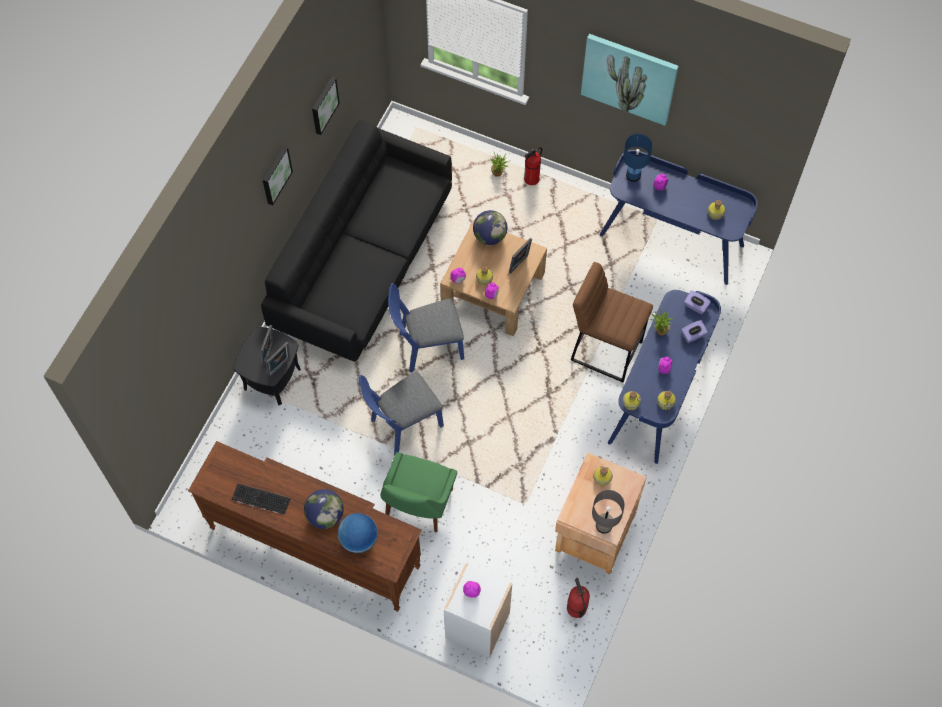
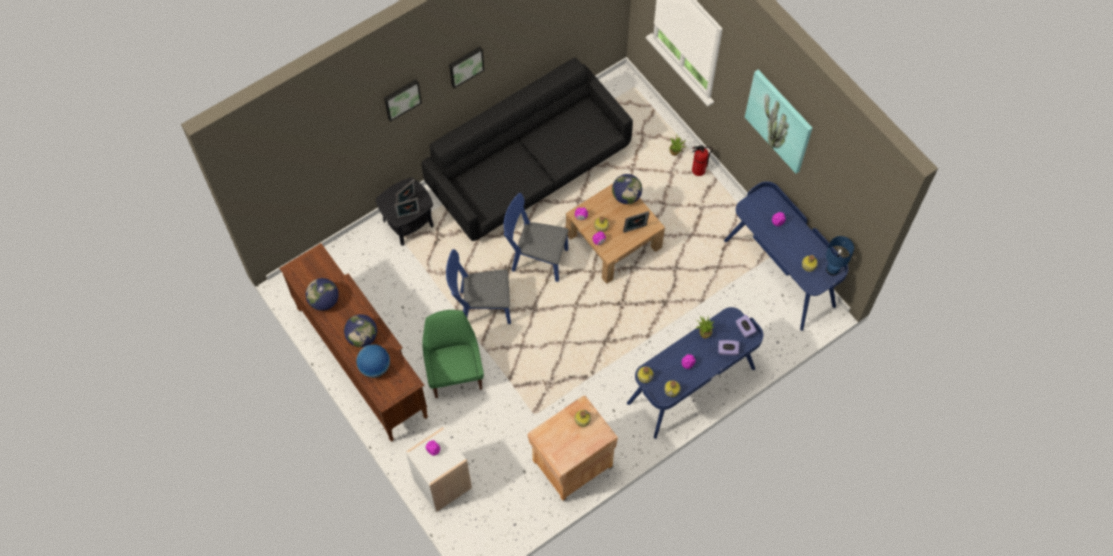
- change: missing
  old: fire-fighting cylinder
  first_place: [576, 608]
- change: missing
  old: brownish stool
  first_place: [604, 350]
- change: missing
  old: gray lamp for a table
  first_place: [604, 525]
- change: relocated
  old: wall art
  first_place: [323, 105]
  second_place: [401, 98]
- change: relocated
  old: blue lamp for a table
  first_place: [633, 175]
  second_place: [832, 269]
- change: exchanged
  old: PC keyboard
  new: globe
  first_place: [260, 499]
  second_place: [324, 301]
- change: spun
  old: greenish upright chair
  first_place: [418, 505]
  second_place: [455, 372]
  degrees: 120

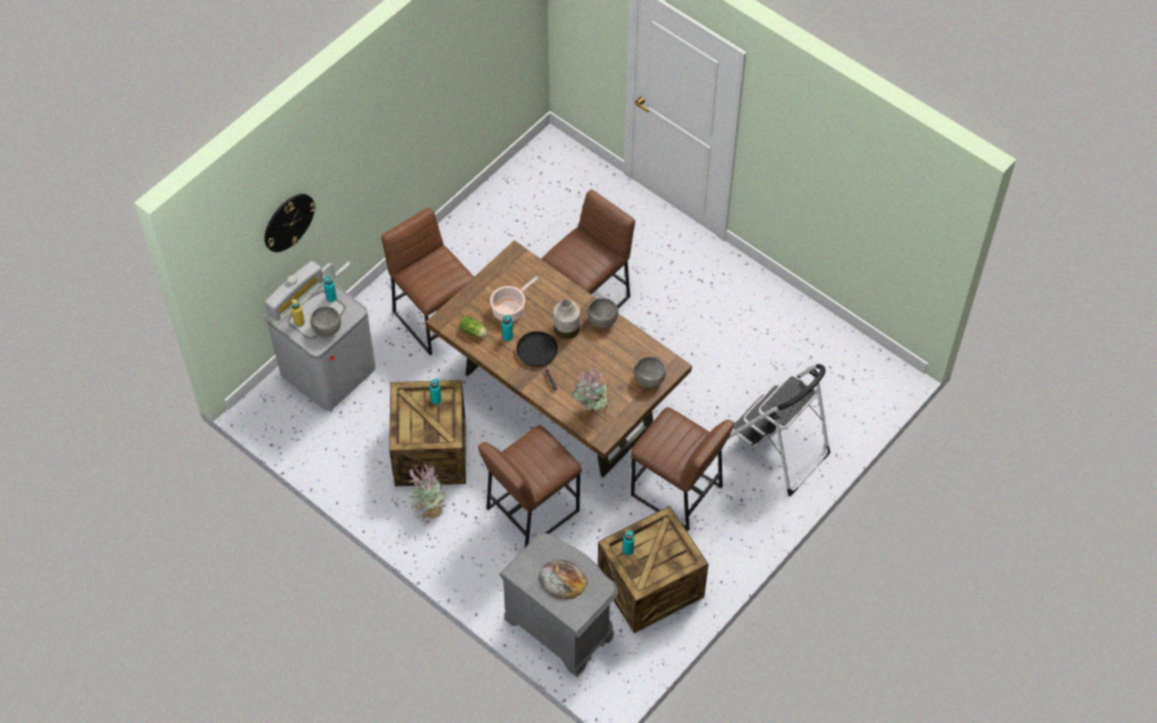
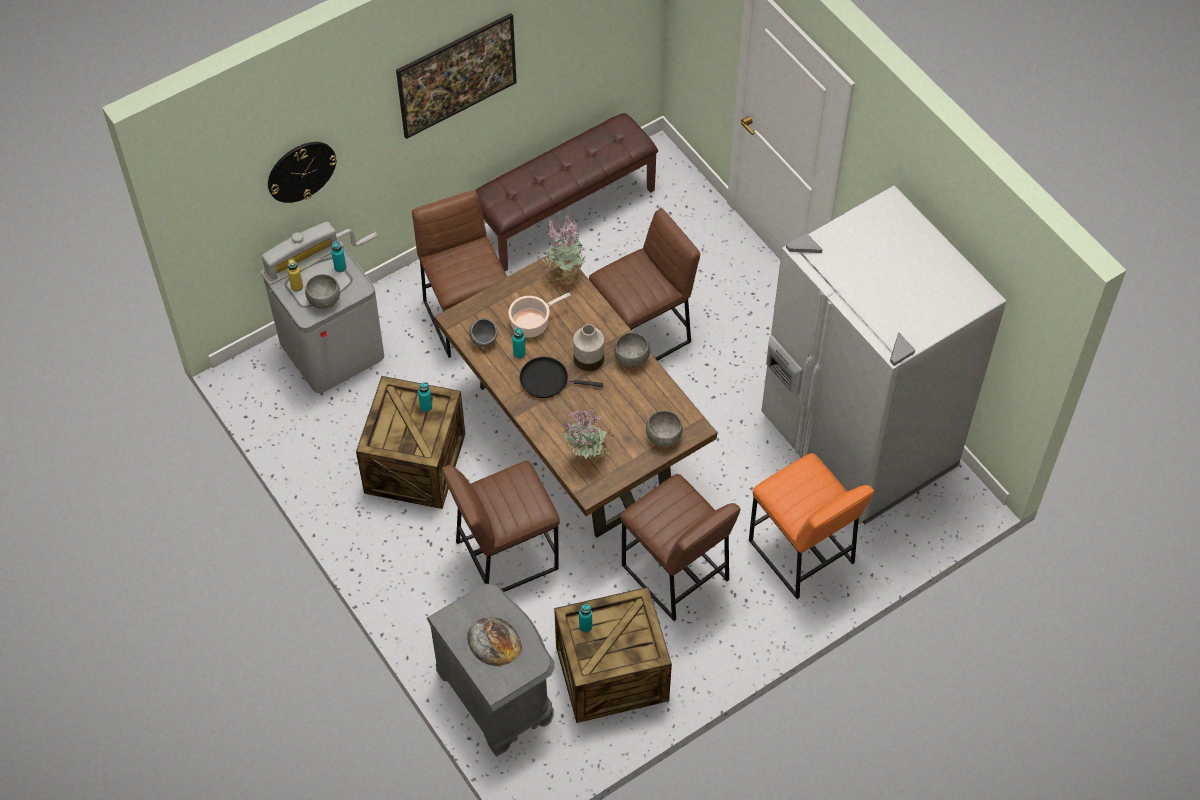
- change: appeared
  new: wall art
  second_place: [458, 92]
- change: appeared
  new: brownish long seat
  second_place: [564, 212]
- change: appeared
  new: whitish kitchen fridge
  second_place: [857, 442]
- change: relocated
  old: potted plant
  first_place: [429, 509]
  second_place: [564, 275]
- change: exchanged
  old: lettuce head
  new: gray serving bowl
  first_place: [474, 332]
  second_place: [484, 340]
- change: exchanged
  old: step stool
  new: orange-coloured upright chair
  first_place: [775, 450]
  second_place: [802, 553]
- change: spun
  old: black pan
  first_place: [538, 353]
  second_place: [547, 380]
  degrees: -75

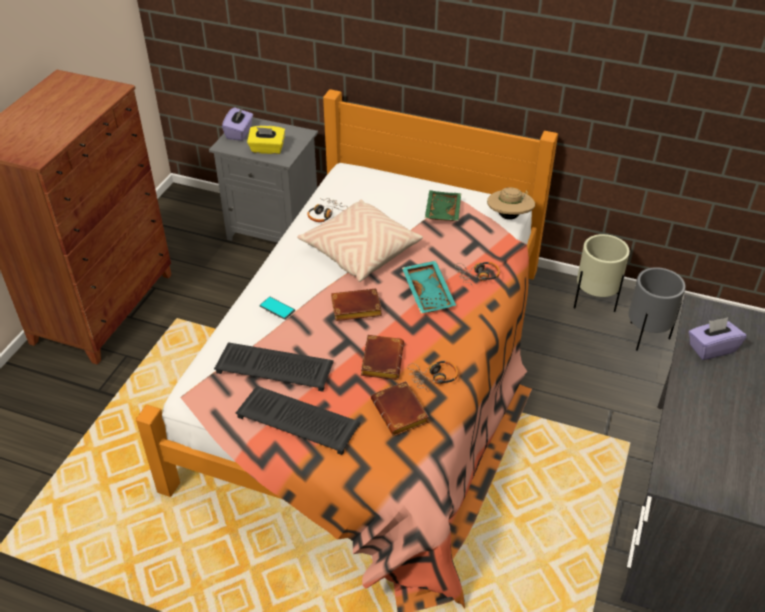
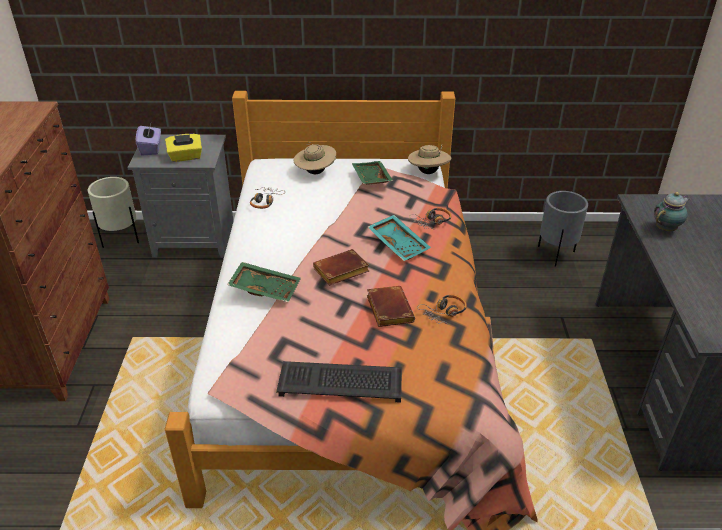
- change: missing
  old: PC keyboard
  first_place: [276, 367]
- change: missing
  old: beige pillow
  first_place: [360, 251]
- change: missing
  old: brownish bound book
  first_place: [402, 413]
- change: appeared
  new: beige hat
  second_place: [315, 172]
- change: relocated
  old: beige flower pot
  first_place: [594, 302]
  second_place: [121, 239]
- change: exchanged
  old: phone
  new: greenish serving tray
  first_place: [277, 308]
  second_place: [265, 288]
- change: exchanged
  old: purple tissue box
  new: tea pot
  first_place: [711, 348]
  second_place: [666, 228]

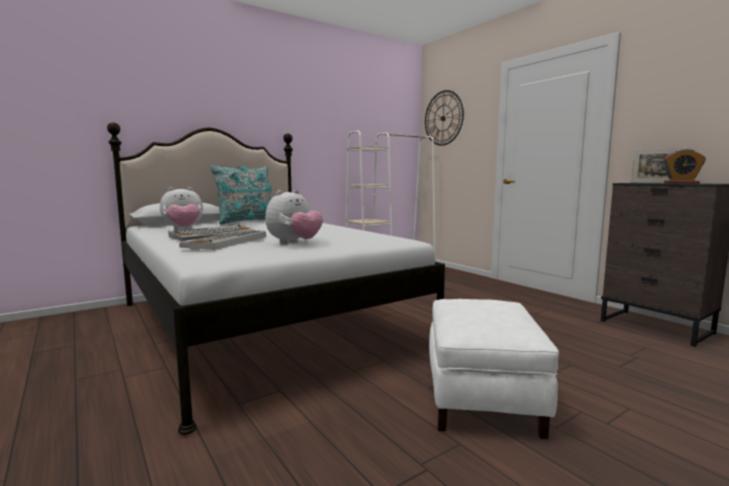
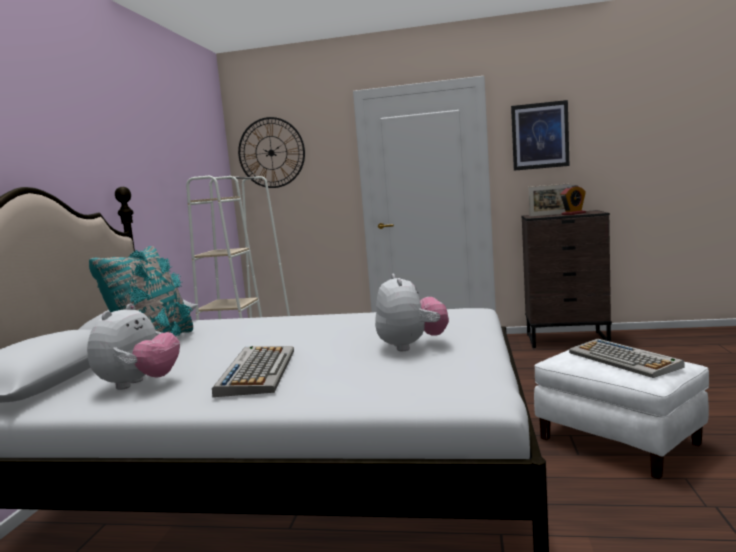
- change: appeared
  new: wall art
  second_place: [540, 136]
- change: relocated
  old: PC keyboard
  first_place: [226, 241]
  second_place: [624, 360]

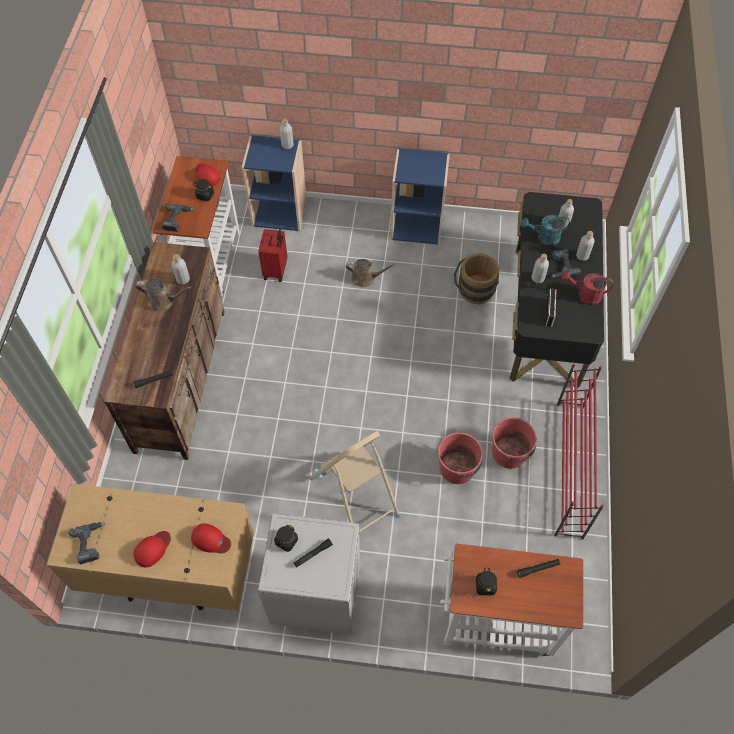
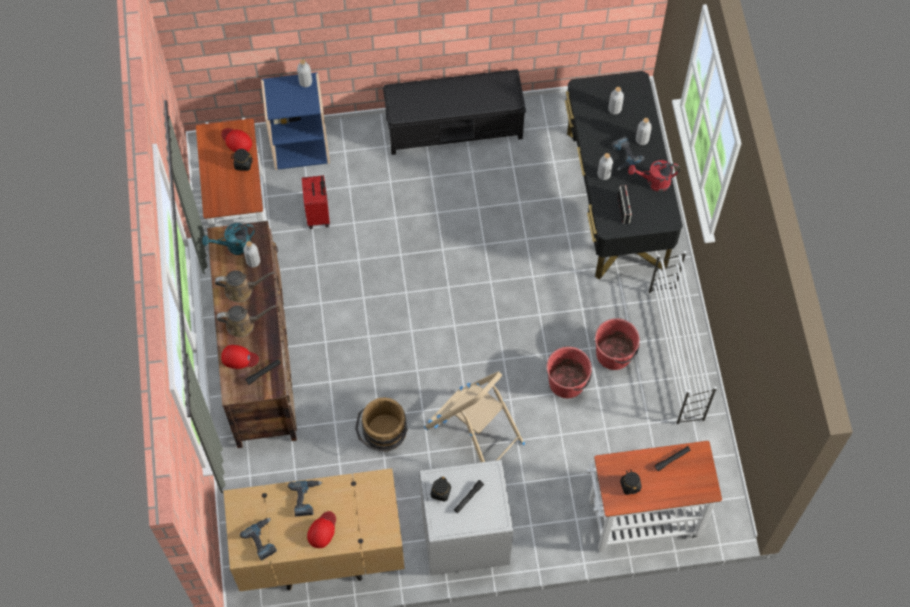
- change: relocated
  old: electric drill
  first_place: [177, 219]
  second_place: [306, 498]
- change: relocated
  old: reddish peaked cap
  first_place: [210, 540]
  second_place: [239, 358]
- change: relocated
  old: brownish watering pot
  first_place: [365, 278]
  second_place: [243, 324]
- change: relocated
  old: brownish pail
  first_place: [474, 292]
  second_place: [383, 436]
- change: relocated
  old: blue-green watering pot
  first_place: [544, 238]
  second_place: [234, 246]
- change: exchanged
  old: blue shelving unit
  new: black long seat
  first_place: [417, 225]
  second_place: [455, 127]
- change: colour
  old: reddish shoe stand
  new: whitish shoe stand
  first_place: [569, 469]
  second_place: [675, 356]

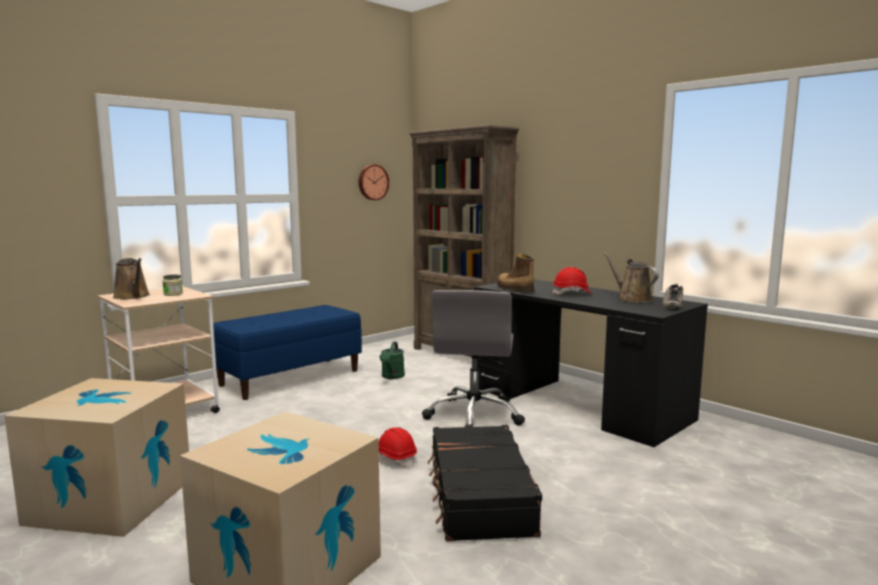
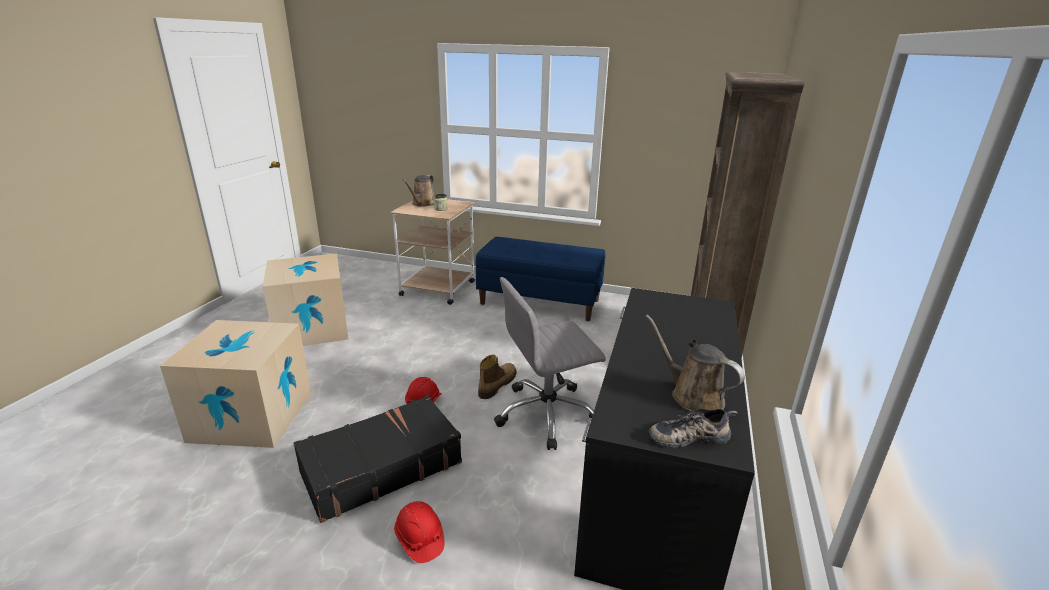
- change: missing
  old: wall clock
  first_place: [372, 182]
- change: missing
  old: greenish watering pot
  first_place: [392, 377]
- change: relocated
  old: boot
  first_place: [514, 289]
  second_place: [496, 385]
- change: relocated
  old: reddish hard hat
  first_place: [572, 293]
  second_place: [419, 539]
- change: spun
  old: brownish watering pot
  first_place: [632, 299]
  second_place: [692, 396]
  degrees: -75

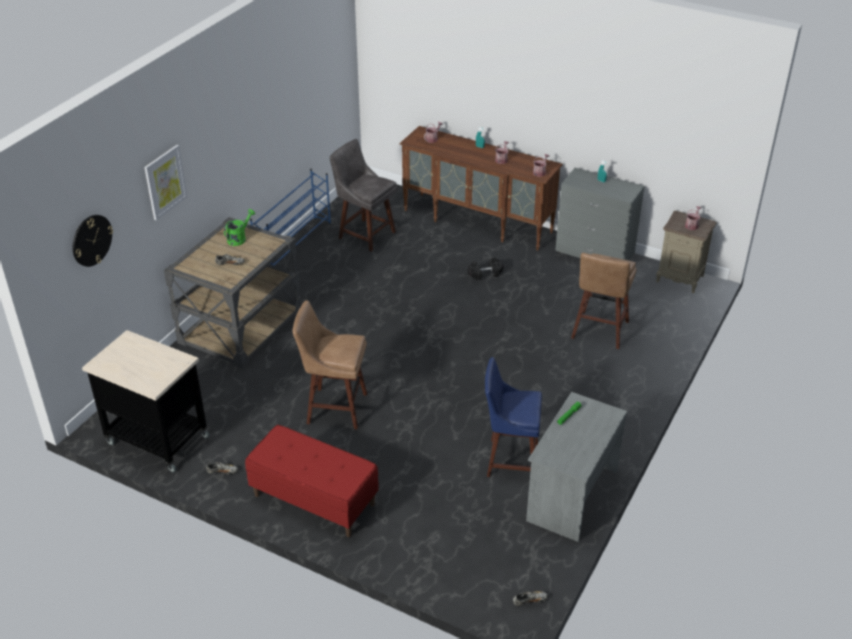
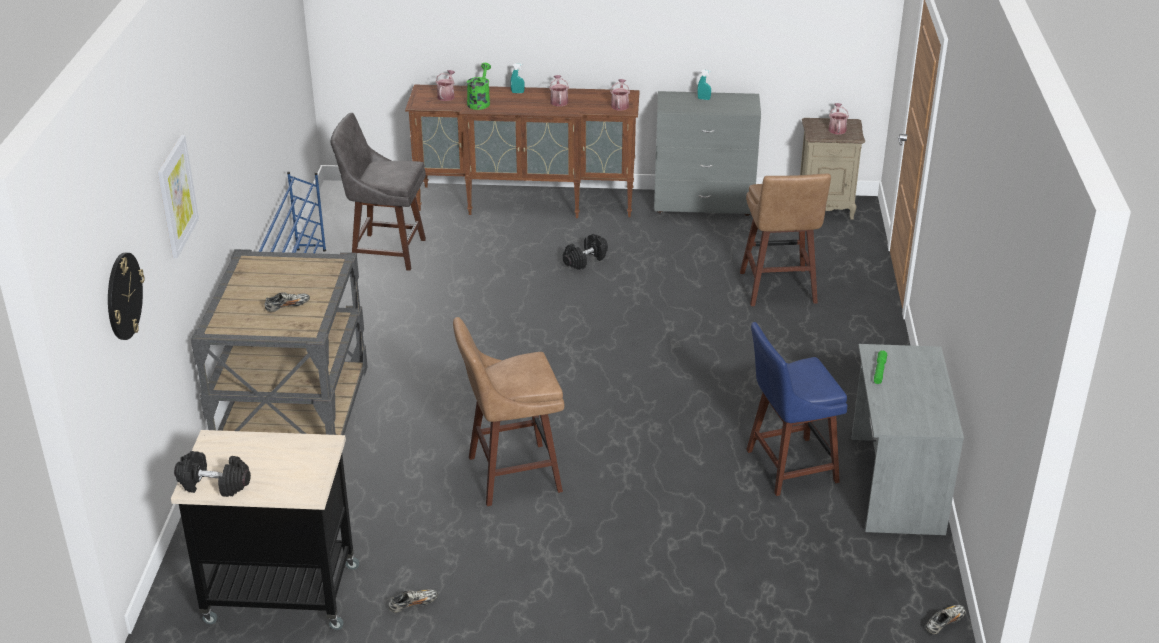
- change: missing
  old: reddish long seat
  first_place: [314, 500]
- change: appeared
  new: black dumbbell
  second_place: [214, 485]
- change: relocated
  old: greenish watering pot
  first_place: [239, 238]
  second_place: [479, 102]

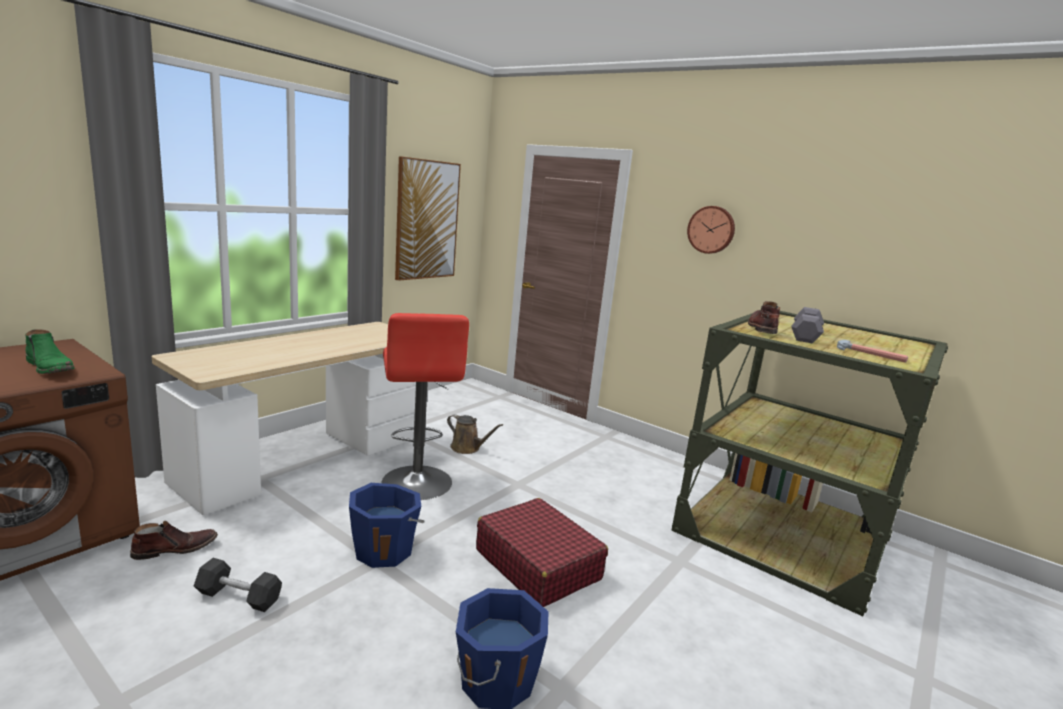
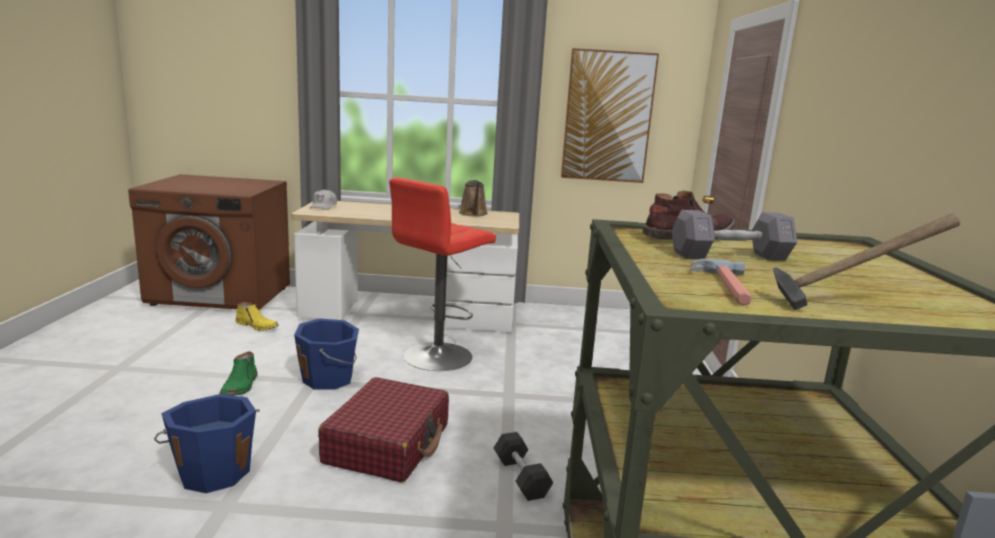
- change: missing
  old: wall clock
  first_place: [711, 229]
- change: appeared
  new: whitish peaked cap
  second_place: [323, 206]
- change: appeared
  new: tool hammer
  second_place: [844, 307]
- change: relocated
  old: greenish boot
  first_place: [51, 367]
  second_place: [240, 386]
- change: relocated
  old: black dumbbell
  first_place: [239, 597]
  second_place: [521, 477]
- change: relocated
  old: brownish watering pot
  first_place: [467, 448]
  second_place: [473, 214]
- change: colour
  old: brownish boot
  new: yellowish boot
  first_place: [175, 548]
  second_place: [257, 326]

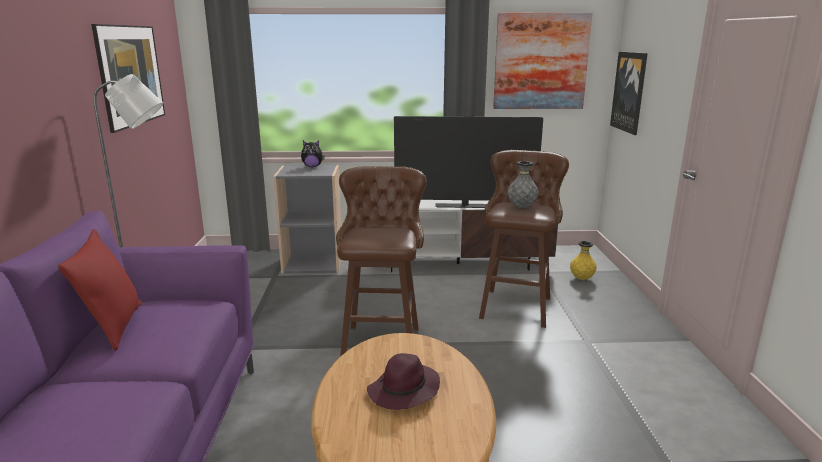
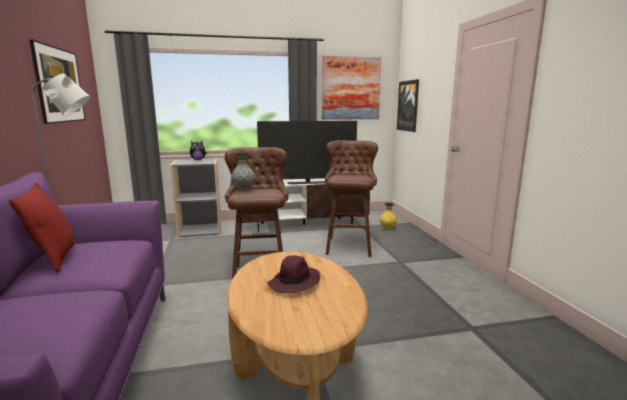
- change: relocated
  old: gray flower vase
  first_place: [521, 207]
  second_place: [243, 190]

